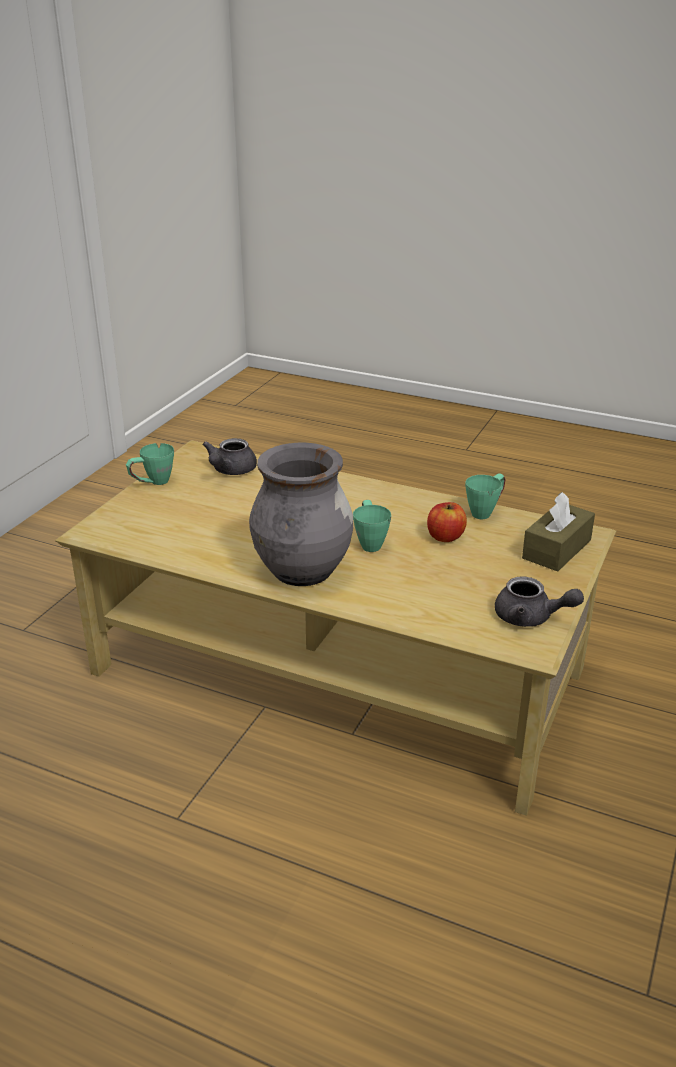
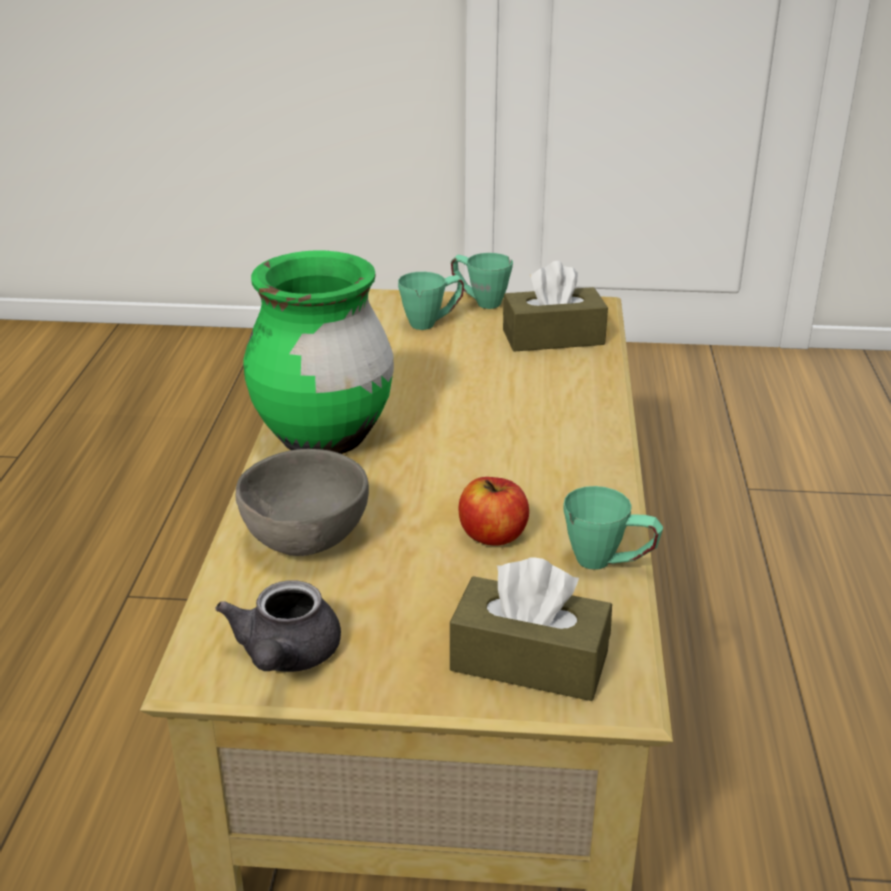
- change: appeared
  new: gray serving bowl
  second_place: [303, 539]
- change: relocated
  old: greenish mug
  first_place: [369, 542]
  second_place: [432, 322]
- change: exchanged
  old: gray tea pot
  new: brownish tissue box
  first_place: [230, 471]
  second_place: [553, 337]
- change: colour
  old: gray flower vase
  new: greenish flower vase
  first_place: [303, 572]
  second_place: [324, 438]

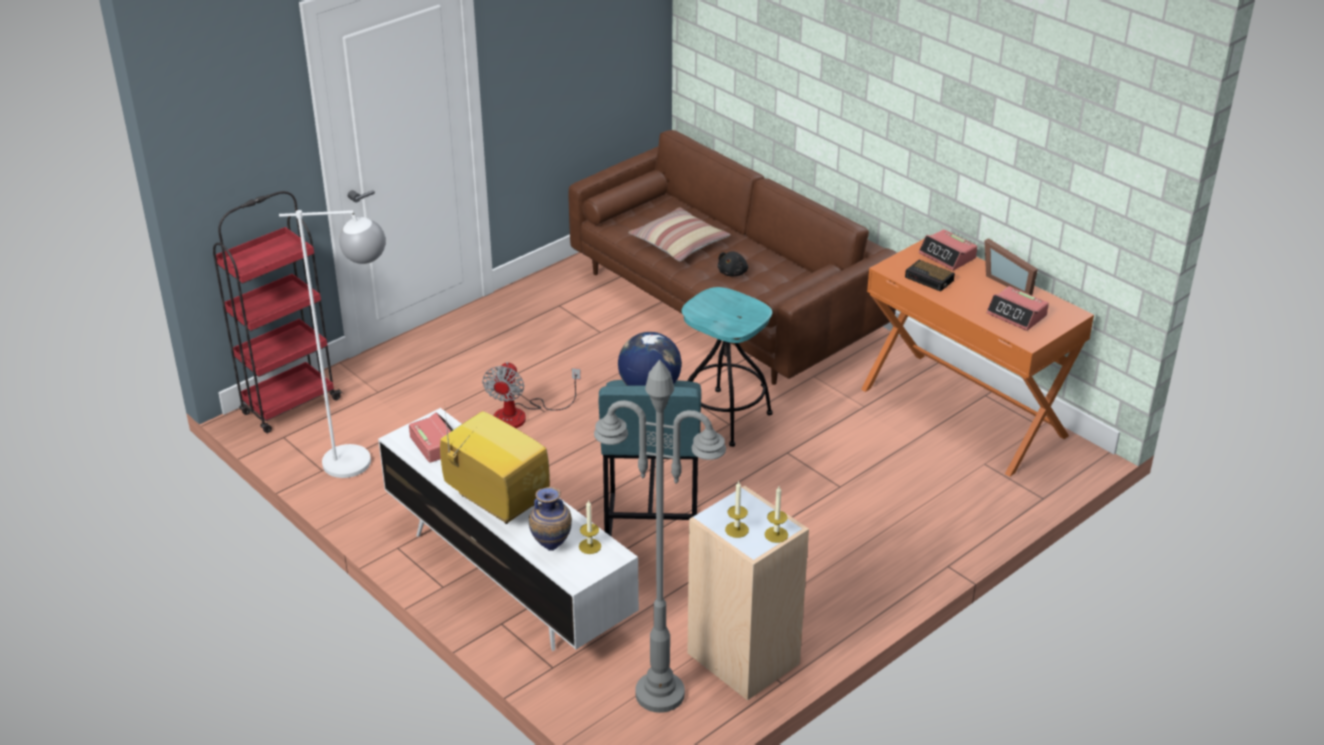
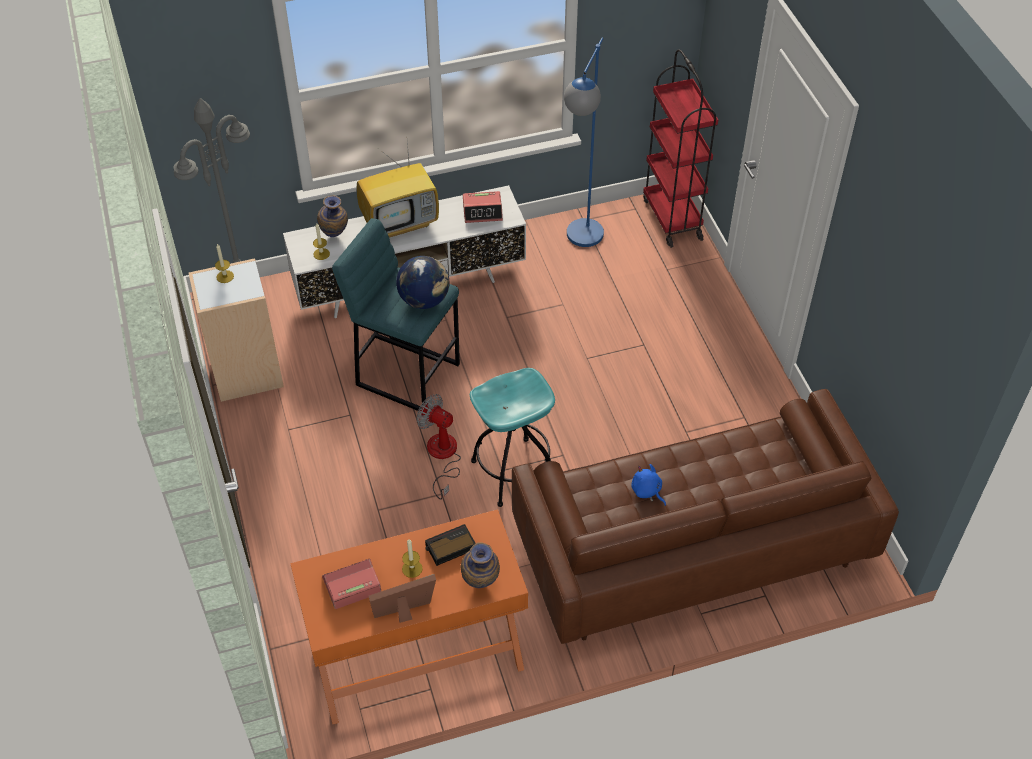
- change: missing
  old: pillow
  first_place: [679, 243]
- change: relocated
  old: cooling fan
  first_place: [521, 415]
  second_place: [442, 456]
- change: relocated
  old: candle
  first_place: [776, 534]
  second_place: [412, 568]
- change: exchanged
  old: alarm clock
  new: flower vase
  first_place: [947, 256]
  second_place: [480, 584]
- change: colour
  old: whitish floor lamp
  new: blue floor lamp
  first_place: [364, 461]
  second_place: [581, 243]
- change: colour
  old: black soft toy
  new: blue soft toy
  first_place: [733, 273]
  second_place: [647, 491]

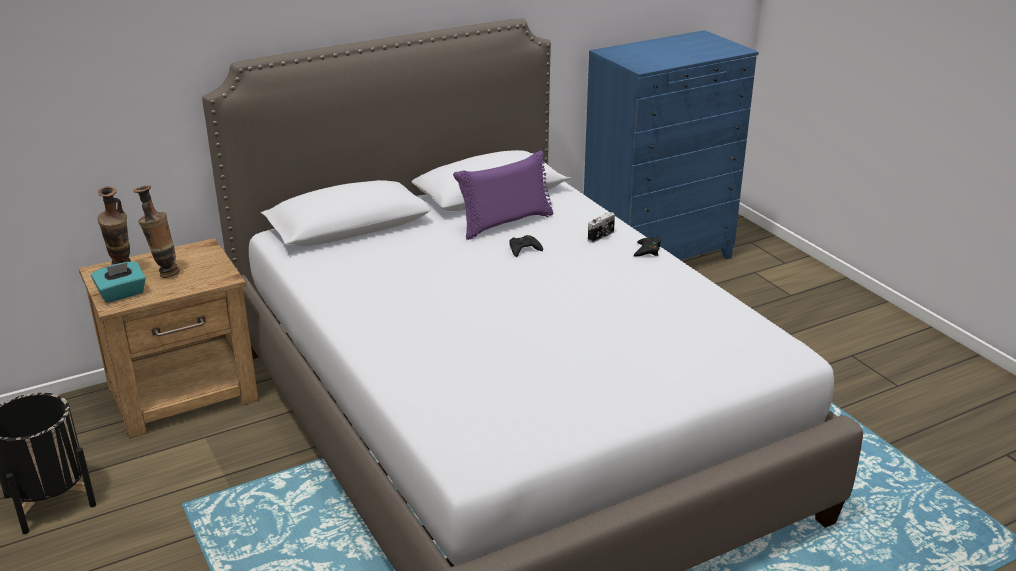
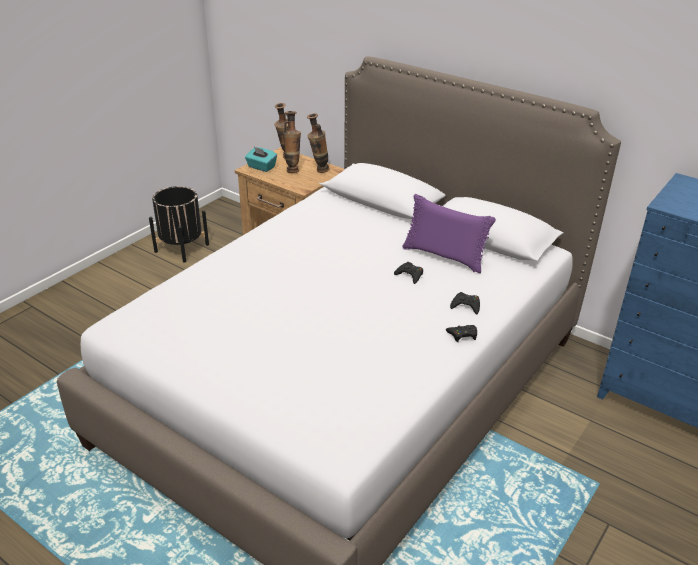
- change: appeared
  new: flower vase
  second_place: [318, 171]
- change: exchanged
  old: photo camera
  new: black game controller
  first_place: [602, 236]
  second_place: [466, 306]

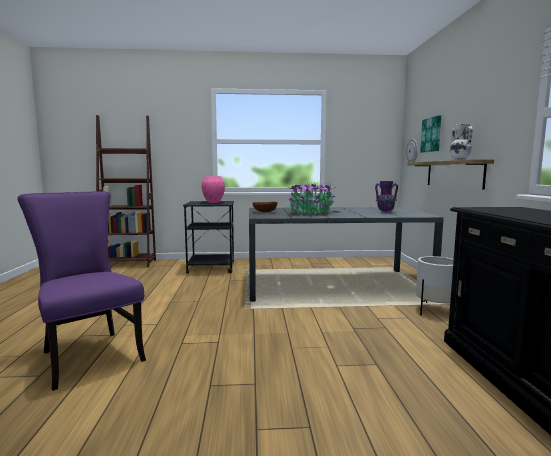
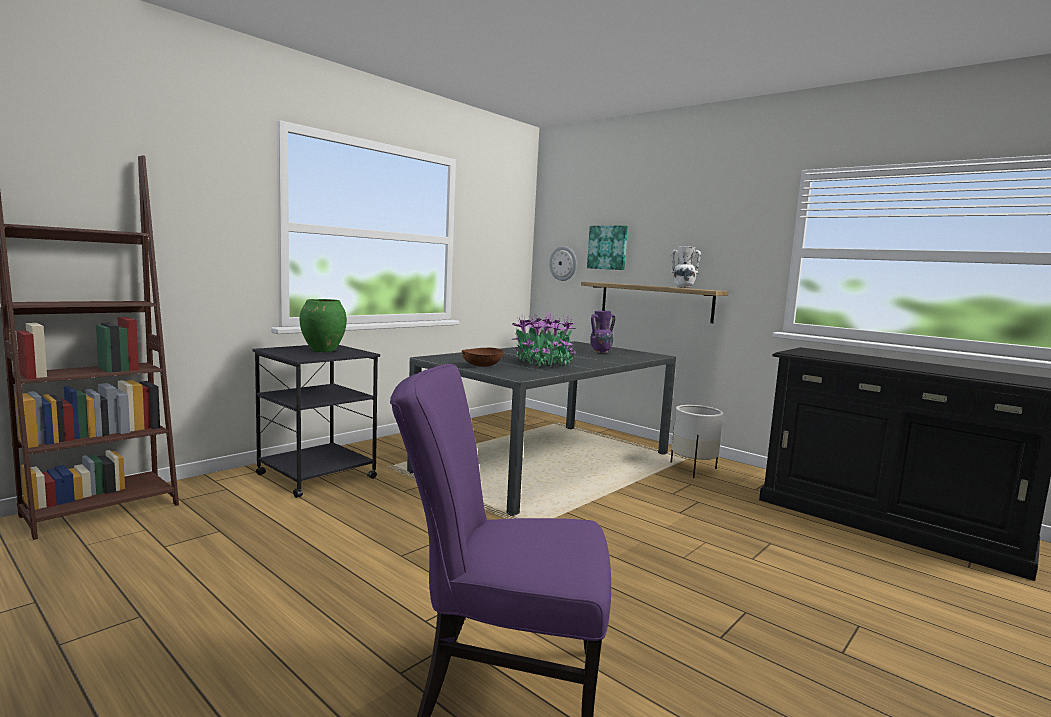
- change: colour
  old: pinkish flower vase
  new: greenish flower vase
  first_place: [213, 202]
  second_place: [323, 350]

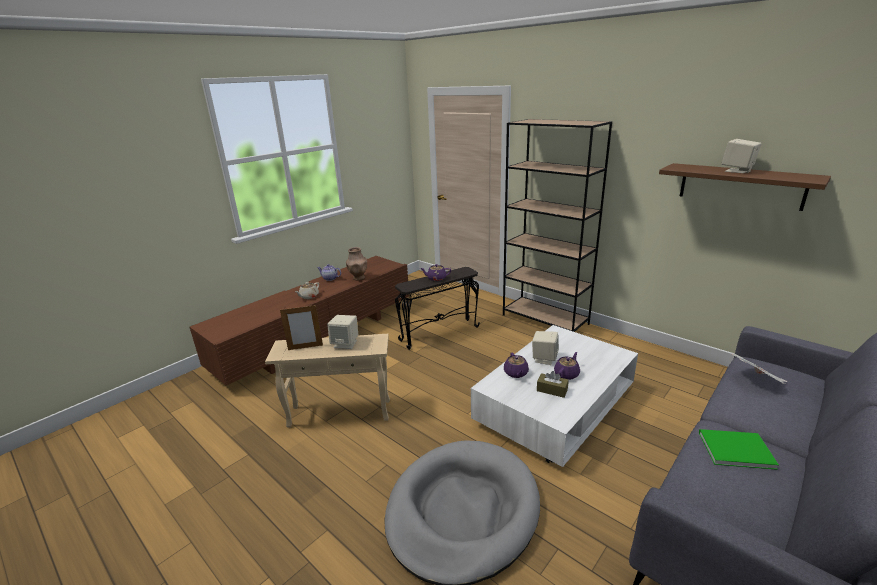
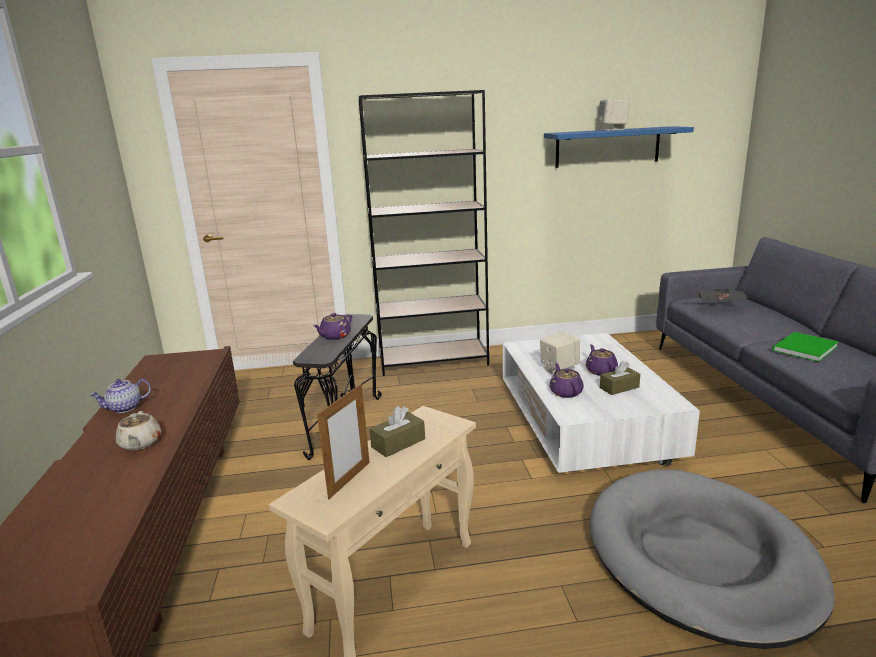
- change: missing
  old: brownish flower vase
  first_place: [358, 278]
- change: exchanged
  old: beige loudspeaker
  new: brownish tissue box
  first_place: [345, 344]
  second_place: [398, 443]
- change: colour
  old: brownish bracket shelf
  new: blue bracket shelf
  first_place: [740, 186]
  second_place: [607, 147]
- change: spun
  old: purple tea pot
  first_place: [516, 373]
  second_place: [565, 392]
  degrees: -135

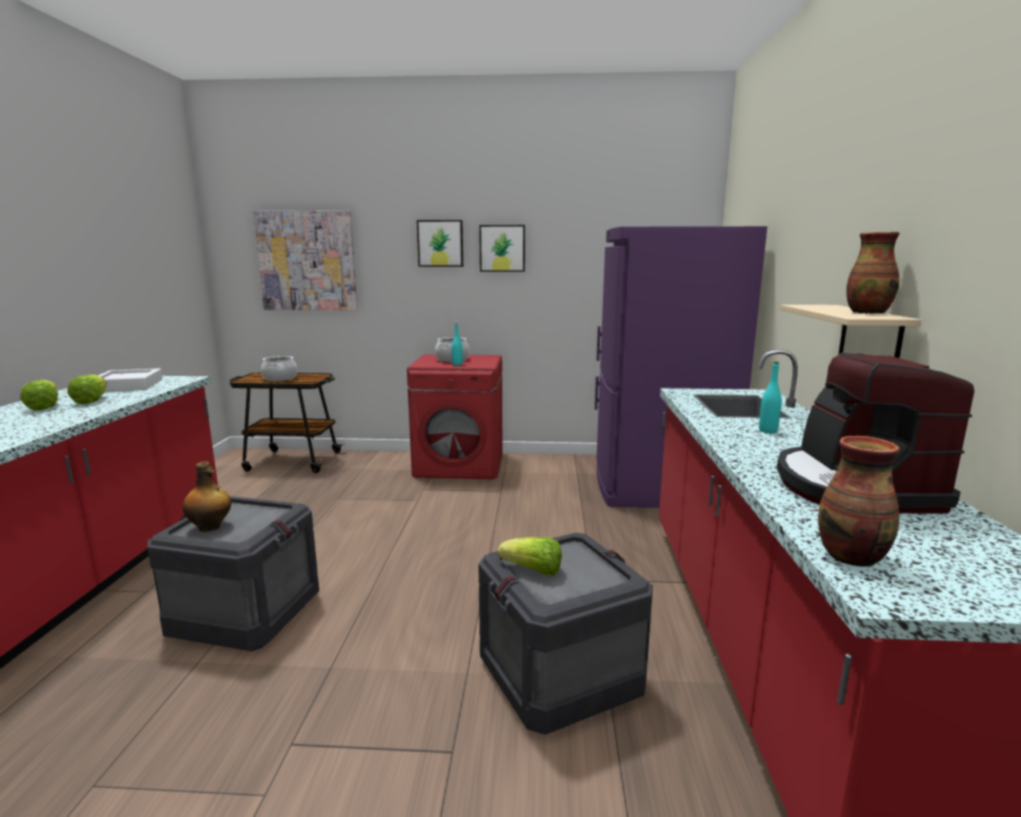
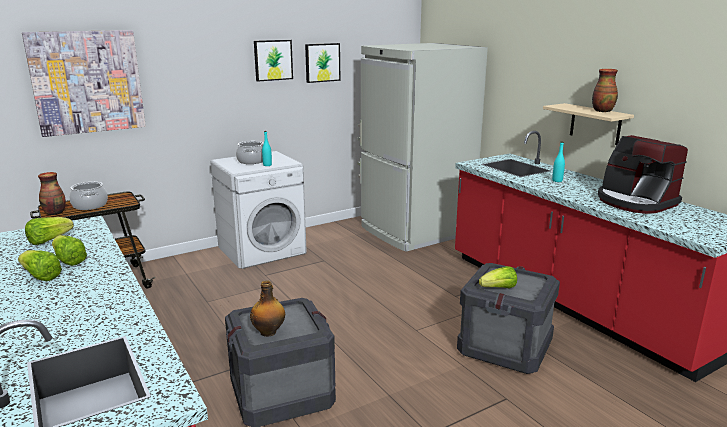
- change: relocated
  old: wall art
  first_place: [440, 243]
  second_place: [322, 62]
- change: relocated
  old: flower vase
  first_place: [852, 557]
  second_place: [55, 213]
- change: exchanged
  old: whitish serving tray
  new: lettuce head
  first_place: [128, 385]
  second_place: [49, 240]
- change: colour
  old: reddish laundry appliance
  new: whitish laundry appliance
  first_place: [459, 465]
  second_place: [264, 250]
- change: colour
  old: purple kitchen fridge
  new: whitish kitchen fridge
  first_place: [657, 485]
  second_place: [415, 229]

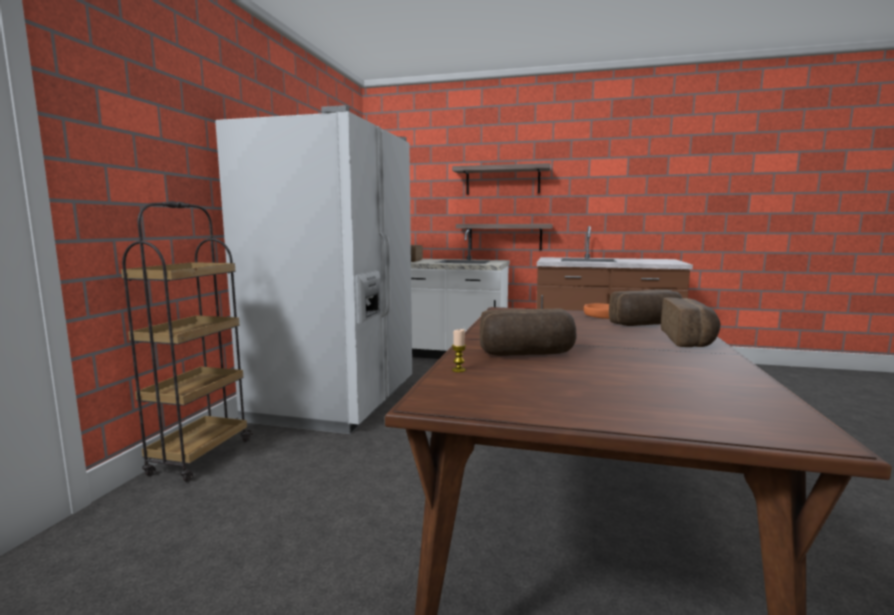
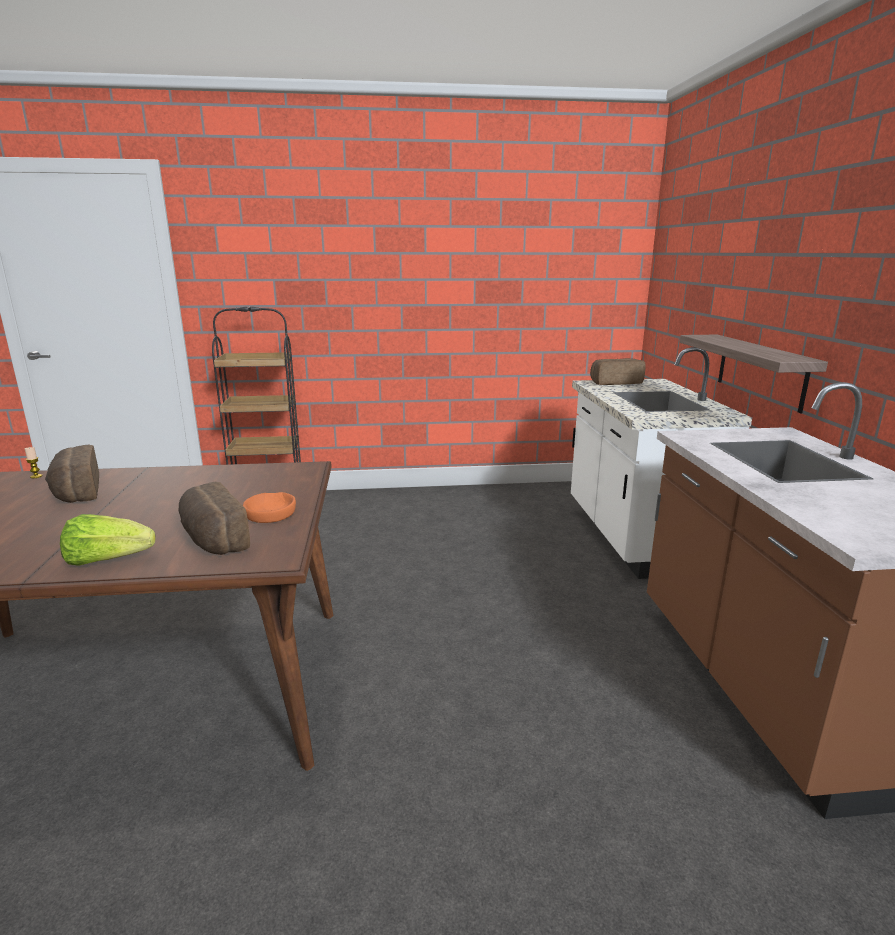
- change: missing
  old: whitish kitchen fridge
  first_place: [336, 399]
- change: missing
  old: bracket shelf
  first_place: [502, 180]
- change: exchanged
  old: bread
  new: lettuce head
  first_place: [689, 340]
  second_place: [108, 560]

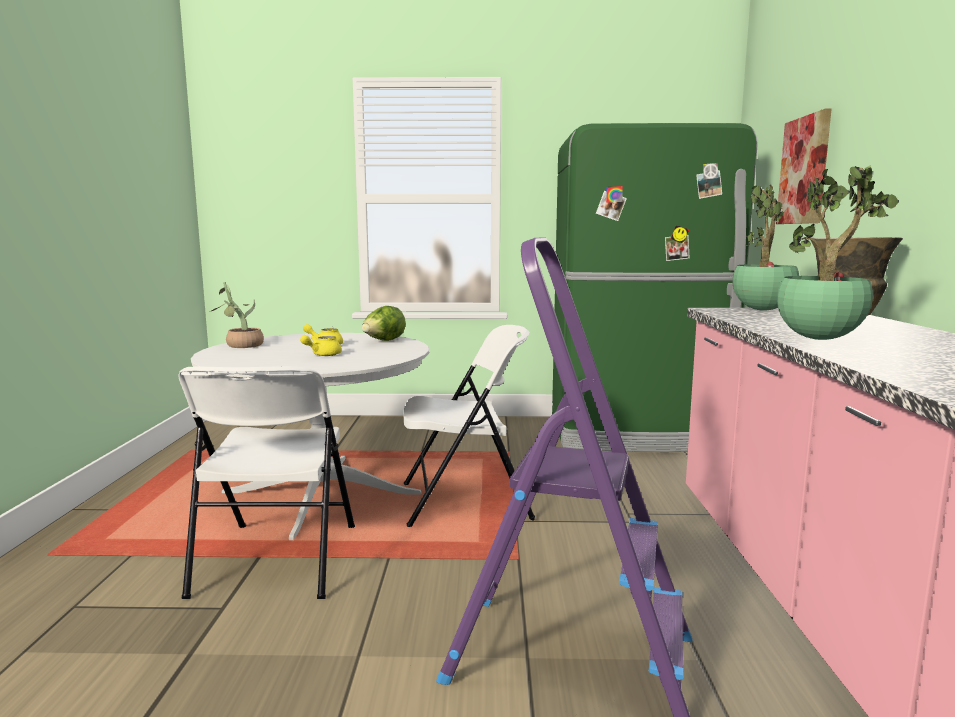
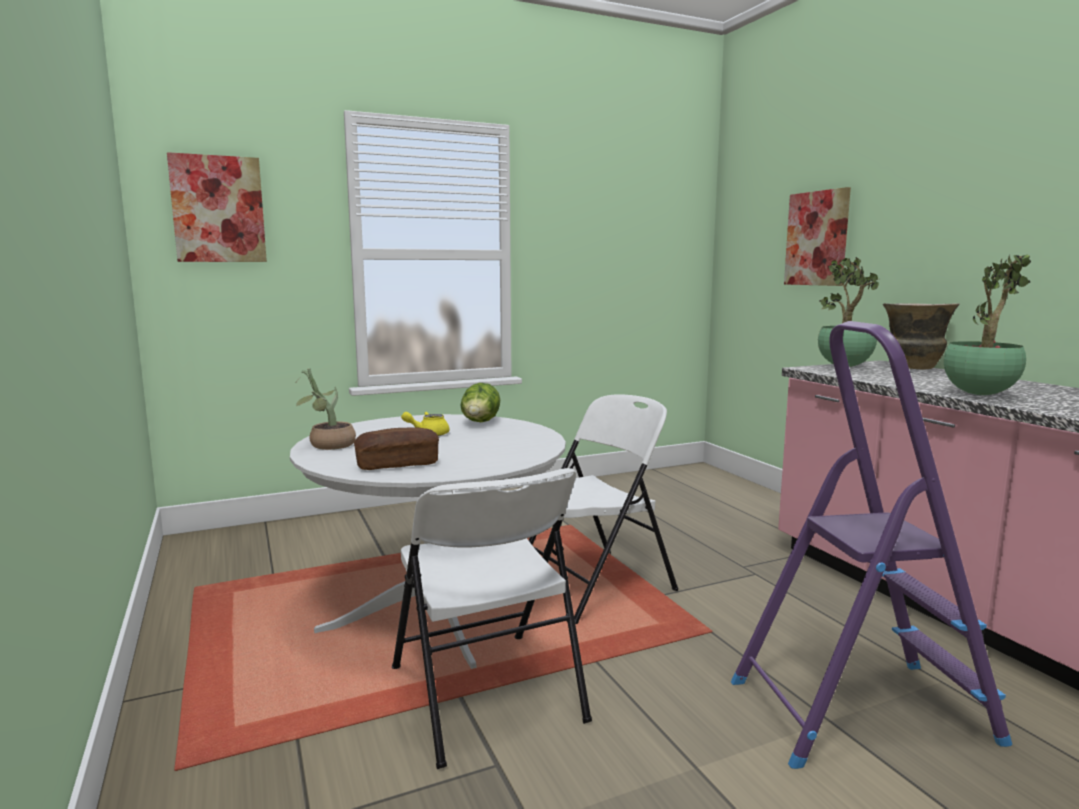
- change: missing
  old: yellowish tea pot
  first_place: [322, 355]
- change: missing
  old: greenish kitchen fridge
  first_place: [637, 433]
- change: appeared
  new: wall art
  second_place: [218, 209]
- change: appeared
  new: bread
  second_place: [397, 464]

